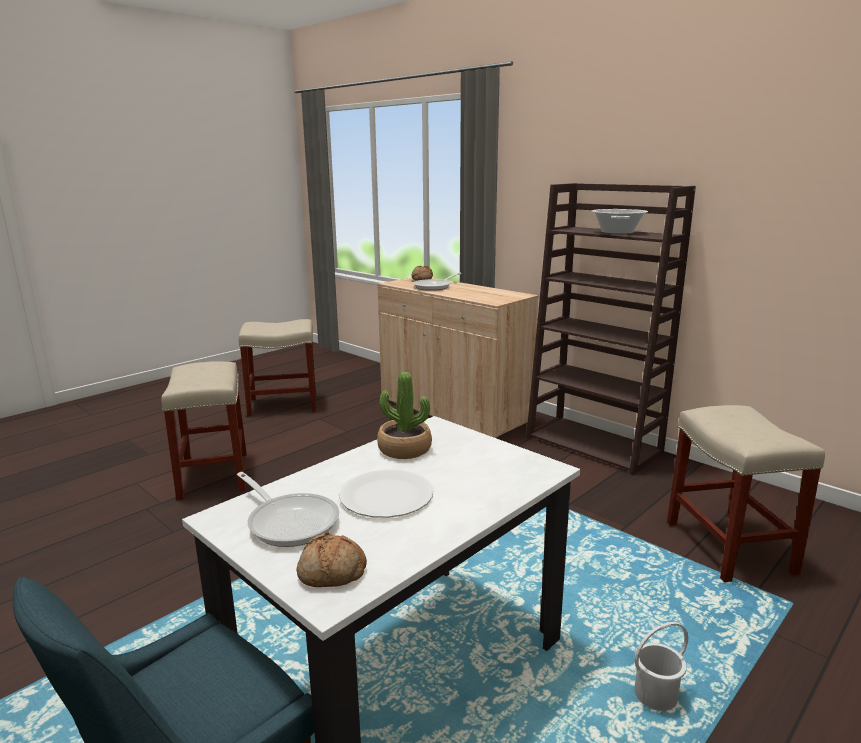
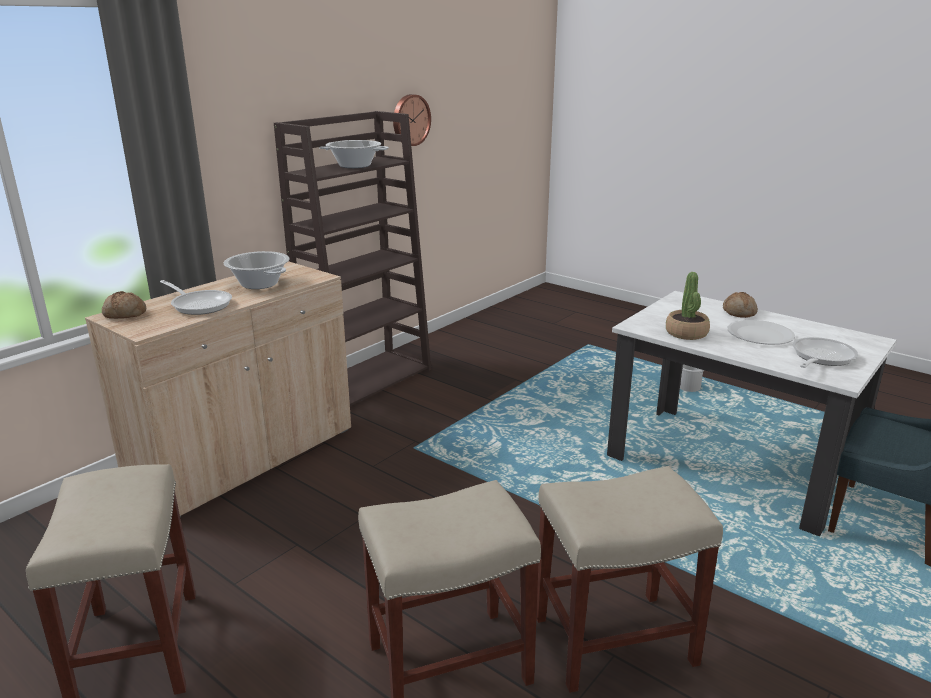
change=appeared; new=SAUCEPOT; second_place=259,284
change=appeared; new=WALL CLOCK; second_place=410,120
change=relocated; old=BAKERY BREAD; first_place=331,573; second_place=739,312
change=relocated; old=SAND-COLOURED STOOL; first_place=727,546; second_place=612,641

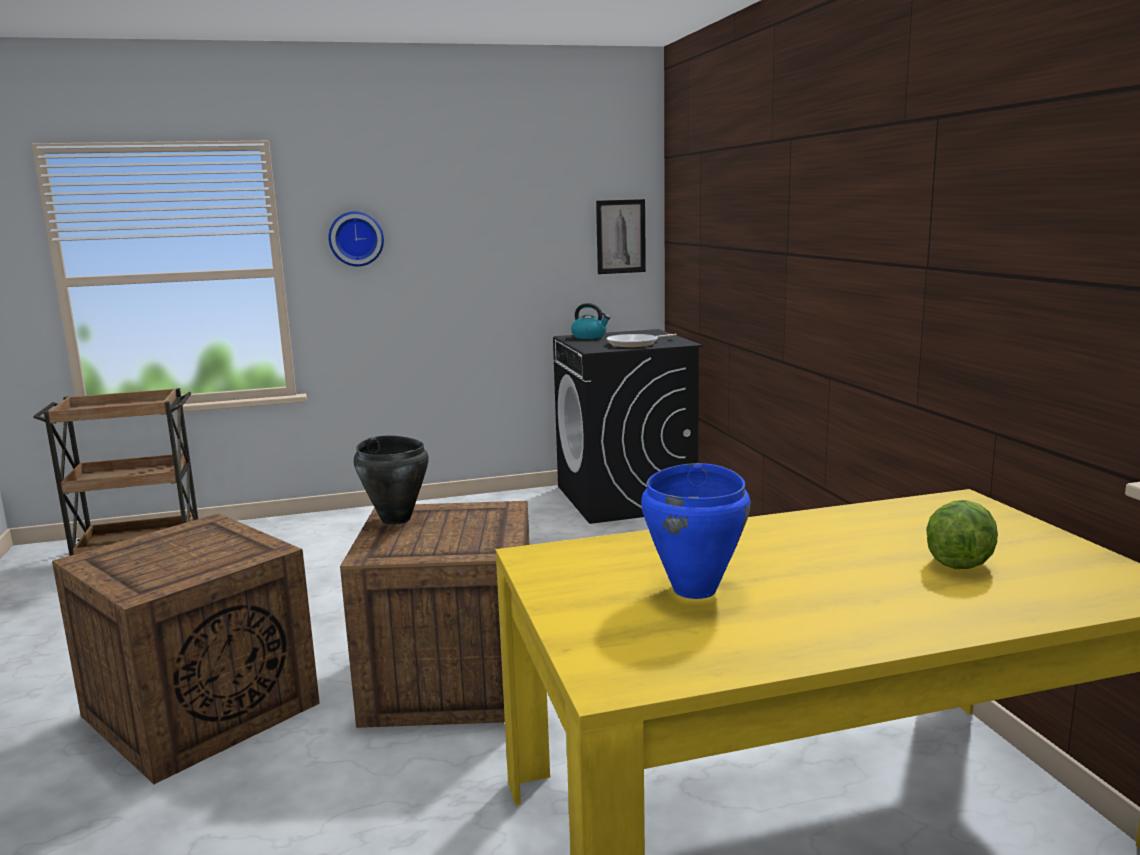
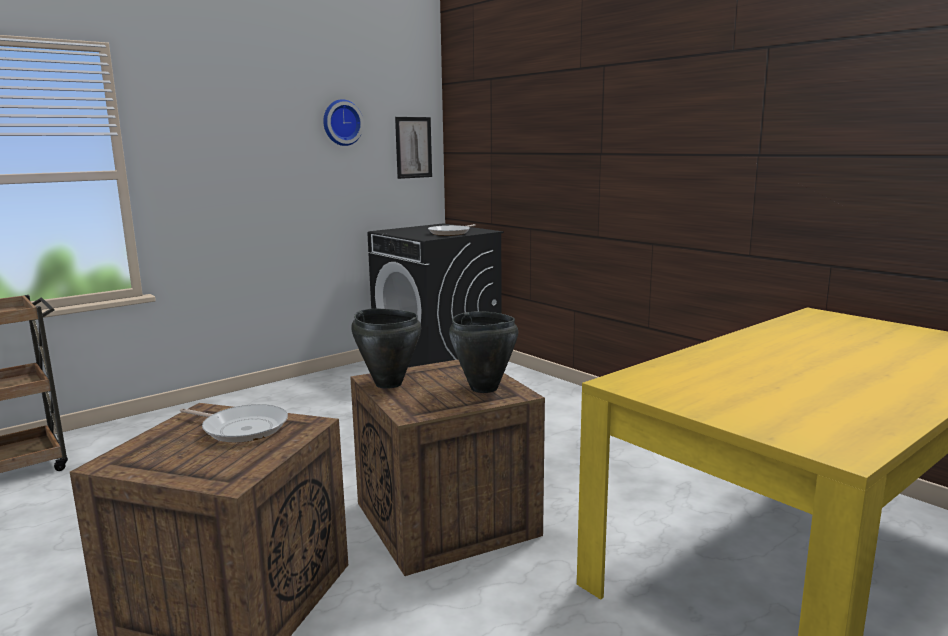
change=missing; old=WATER KETTLE; first_place=589,337
change=missing; old=BLUISH SAUCEPOT; first_place=695,589
change=missing; old=HEAD OF LETTUCE; first_place=959,562
change=appeared; new=SKILLET; second_place=242,428
change=appeared; new=BLACK SAUCEPOT; second_place=484,388
change=relocated; old=WALL CLOCK; first_place=356,238; second_place=341,122

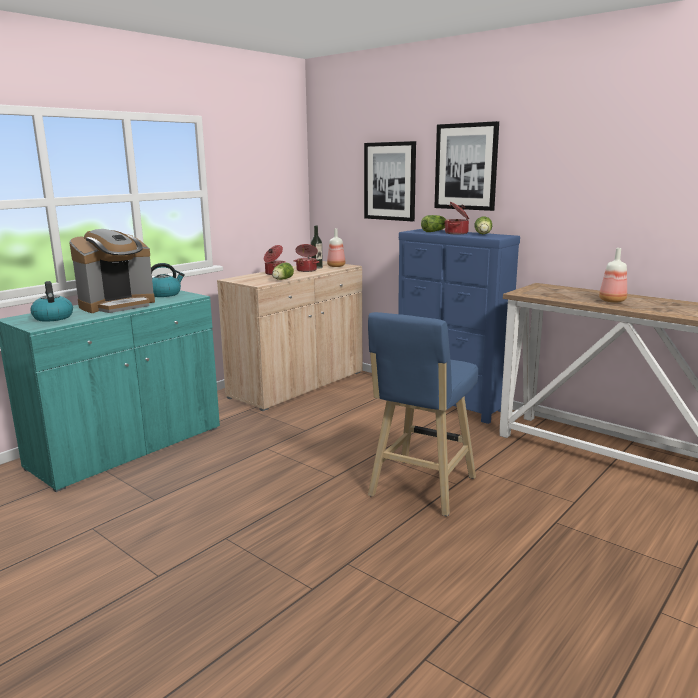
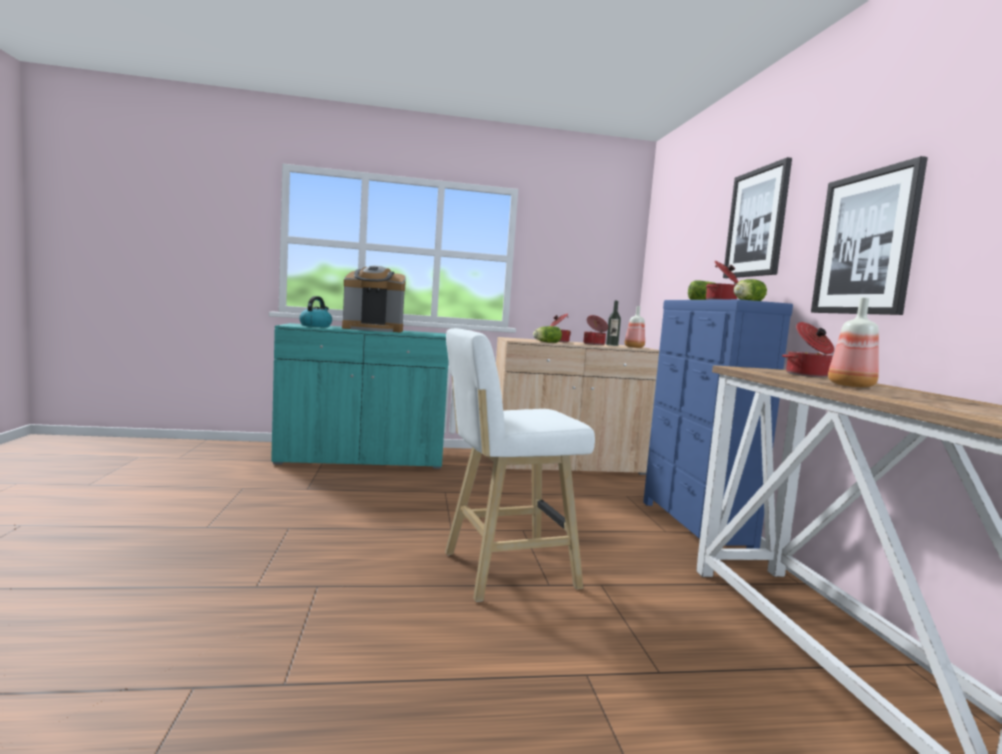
change=missing; old=WATER KETTLE; first_place=165,294
change=appeared; new=SAUCEPOT; second_place=808,375
change=relocated; old=WALL PICTURE; first_place=390,181; second_place=865,243
change=colour; old=BLUISH STOOL; new=WHITISH STOOL; first_place=420,489; second_place=503,571

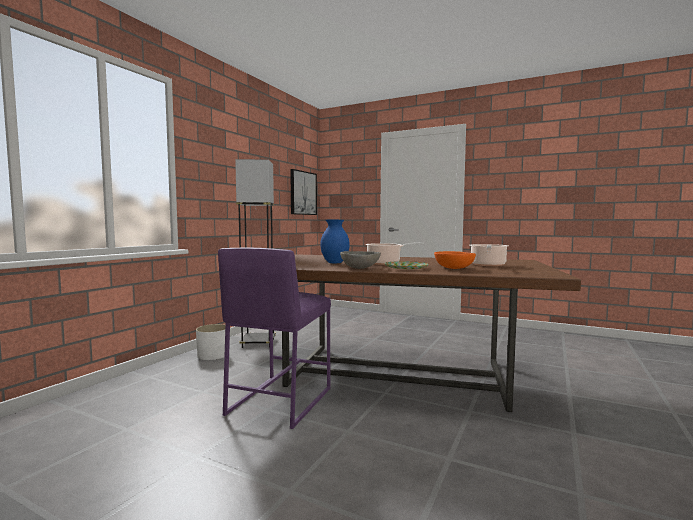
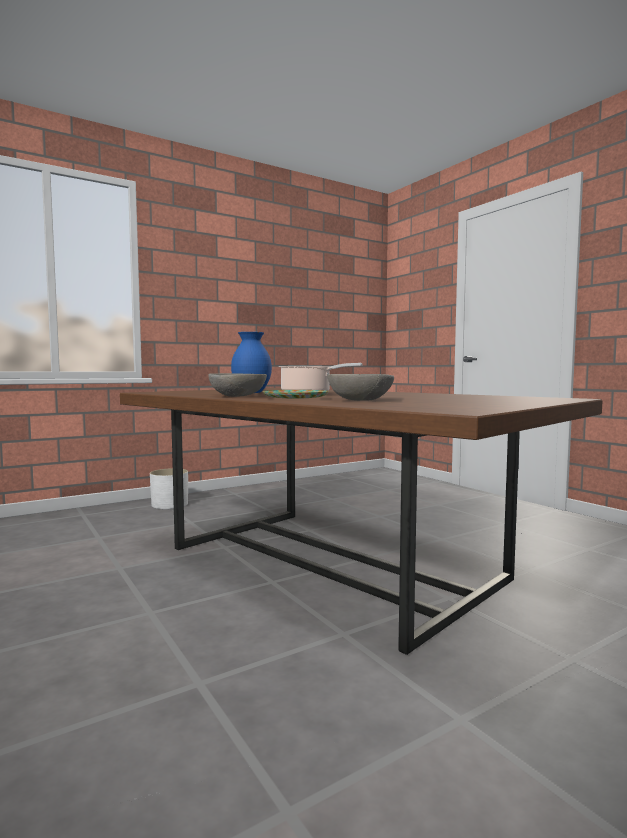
change=missing; old=PURPLE STOOL; first_place=279,401
change=missing; old=GREY FLOOR LAMP; first_place=258,343
change=missing; old=WALL PICTURE; first_place=303,193
change=missing; old=SAUCEPOT; first_place=488,265
change=colour; old=ORANGEY DEEP DISH; new=GREY DEEP DISH; first_place=454,268; second_place=360,400

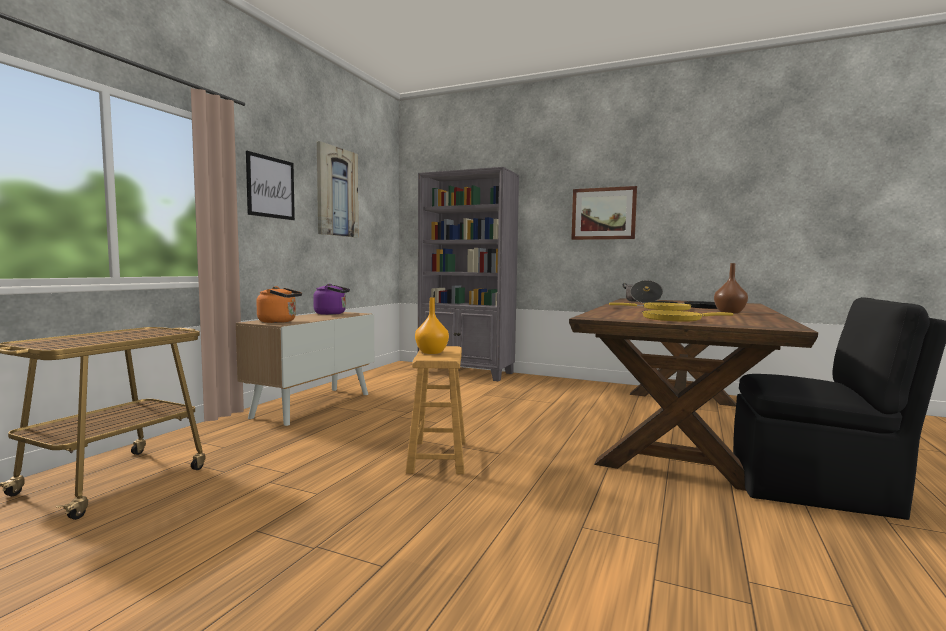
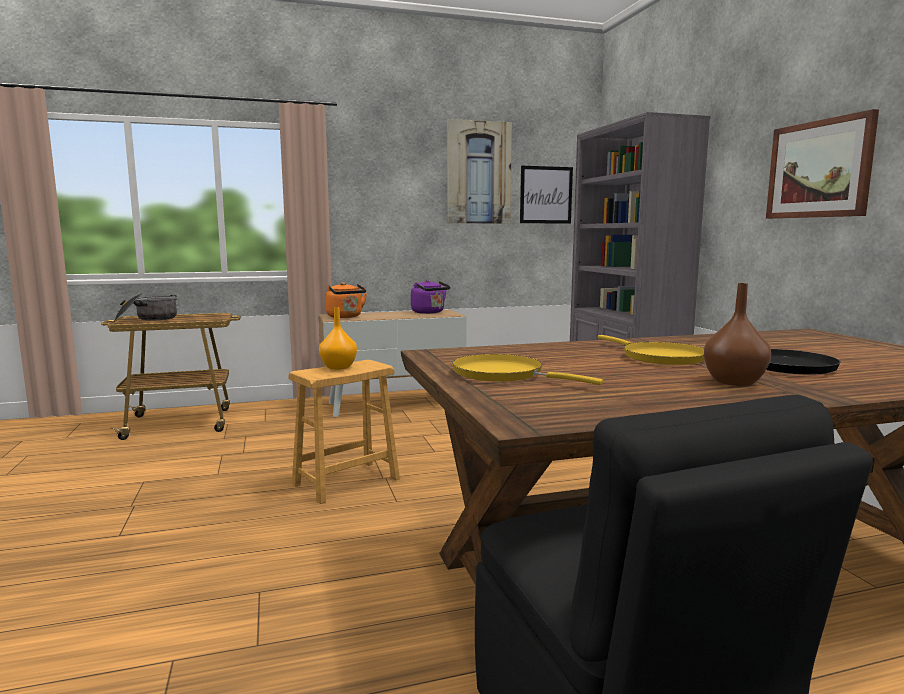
change=relocated; old=WALL PICTURE; first_place=270,187; second_place=546,195
change=relocated; old=SAUCEPOT; first_place=642,301; second_place=147,319

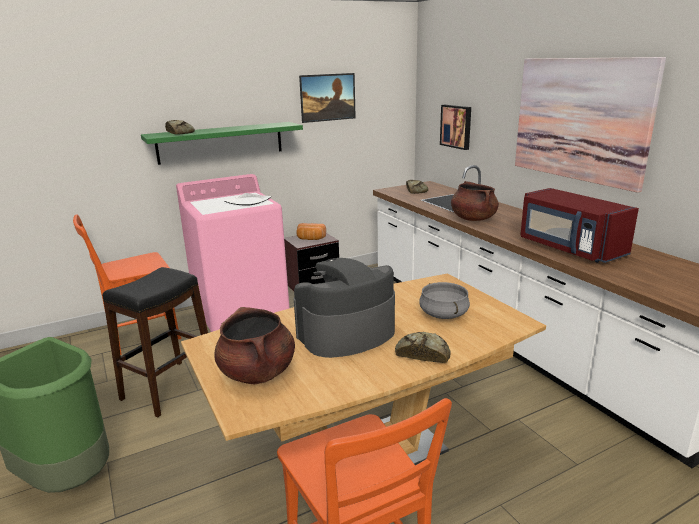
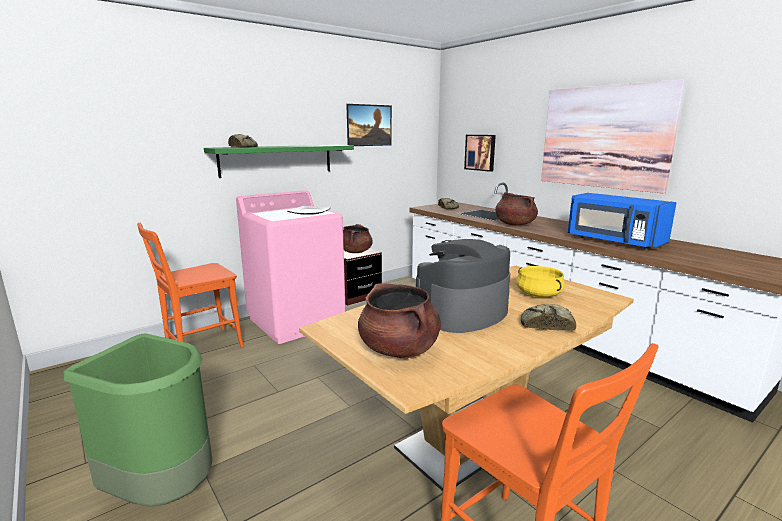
change=missing; old=BLACK STOOL; first_place=169,387
change=exchanged; old=BAKERY BREAD; new=BROWN-COLOURED SAUCEPOT; first_place=310,239; second_place=355,252
change=colour; old=GREY SAUCEPOT; new=YELLOW-COLOURED SAUCEPOT; first_place=443,314; second_place=538,294
change=colour; old=RED-COLOURED MICROWAVE; new=BLUISH MICROWAVE; first_place=569,248; second_place=614,241

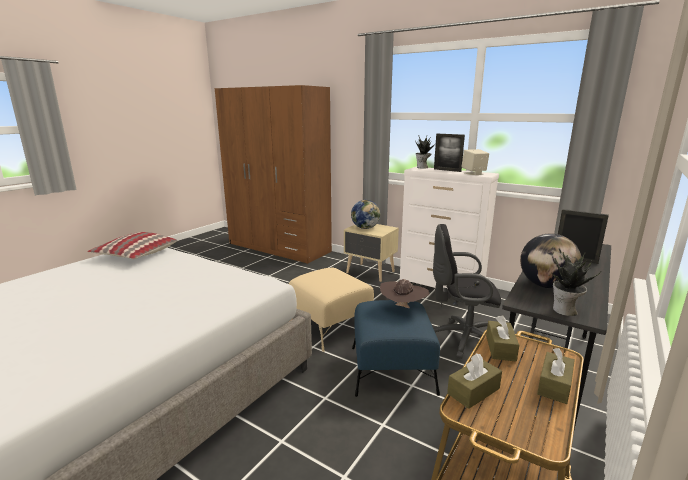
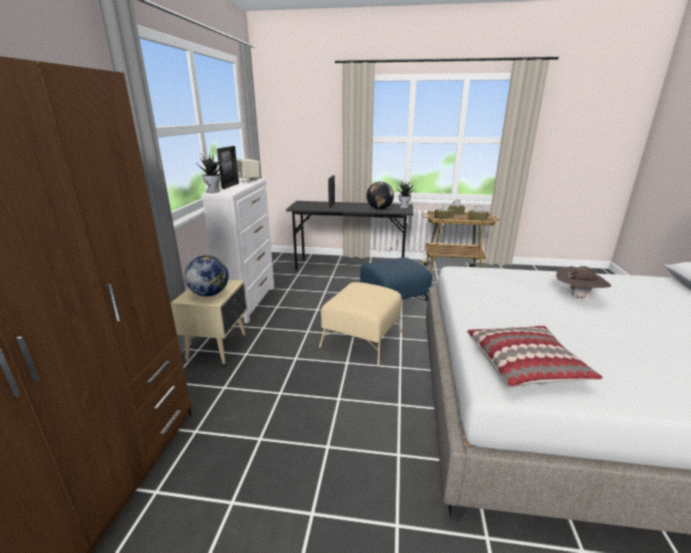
change=missing; old=BLACK OFFICE CHAIR; first_place=462,339
change=relocated; old=BROWN-COLOURED WEARABLE HAT; first_place=403,308; second_place=578,296

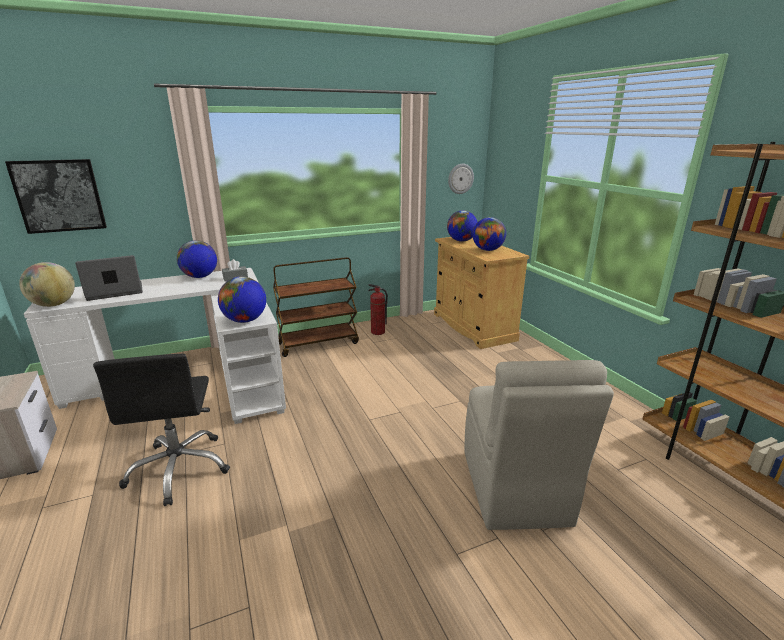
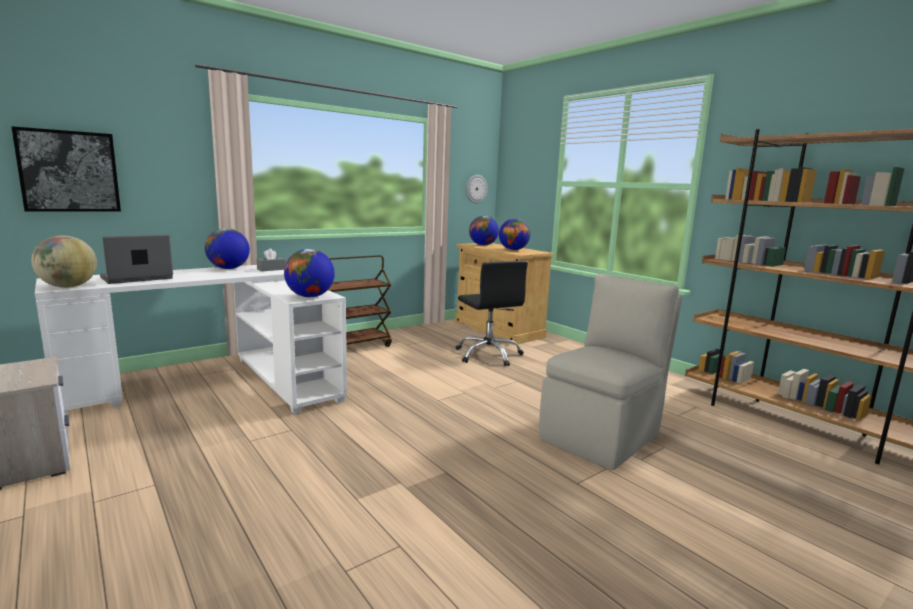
change=missing; old=FIRE EXTINGUISHER; first_place=377,332
change=relocated; old=BLACK OFFICE CHAIR; first_place=179,468; second_place=488,355
change=spun; old=SAND-COLOURED CHAIR; first_place=515,489; second_place=602,435; degrees=-120

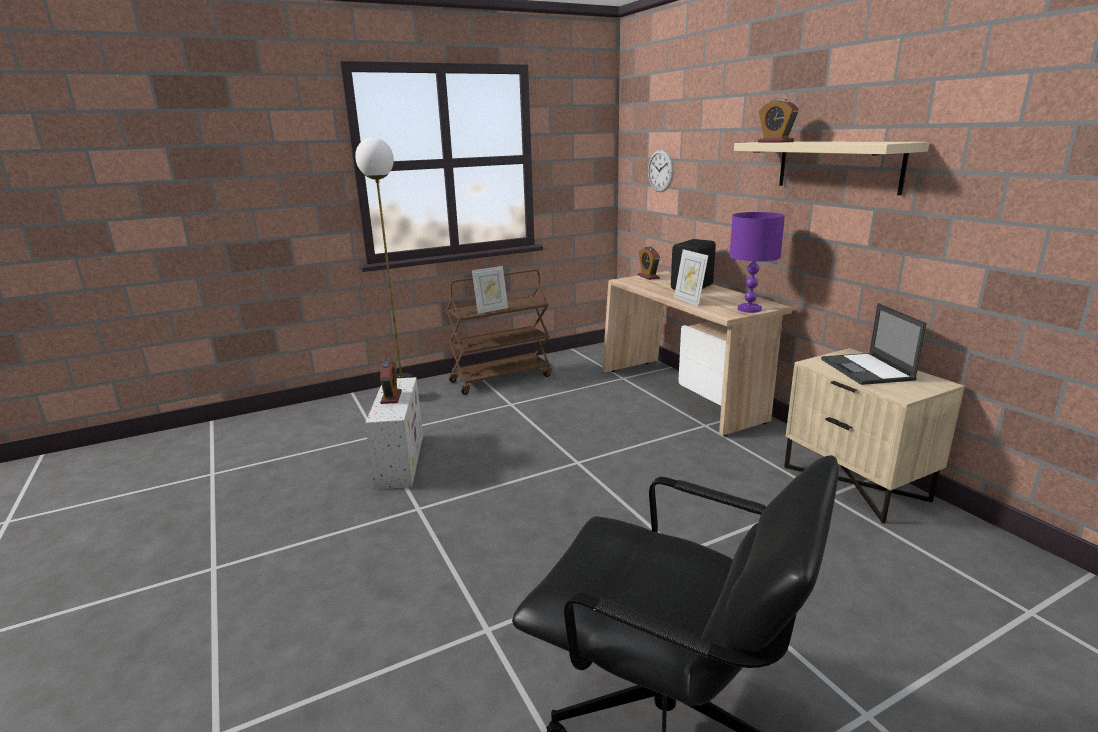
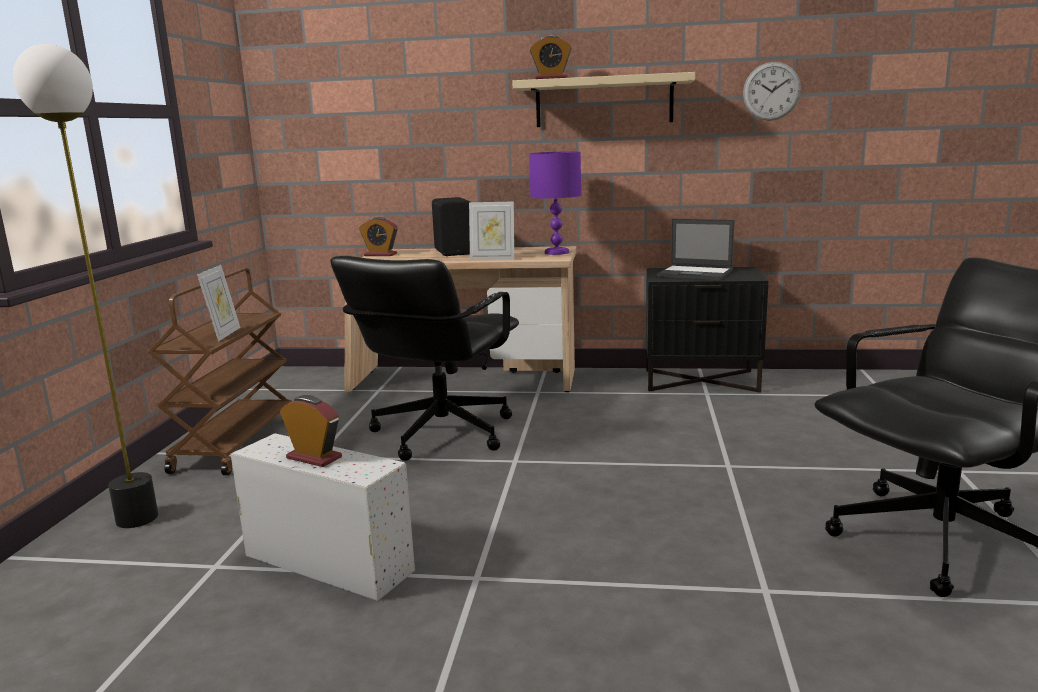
change=appeared; new=BLACK OFFICE CHAIR; second_place=440,433
change=relocated; old=WALL CLOCK; first_place=660,171; second_place=771,91
change=colour; old=SAND-COLOURED NIGHTSTAND; new=BLACK NIGHTSTAND; first_place=856,483; second_place=701,380

